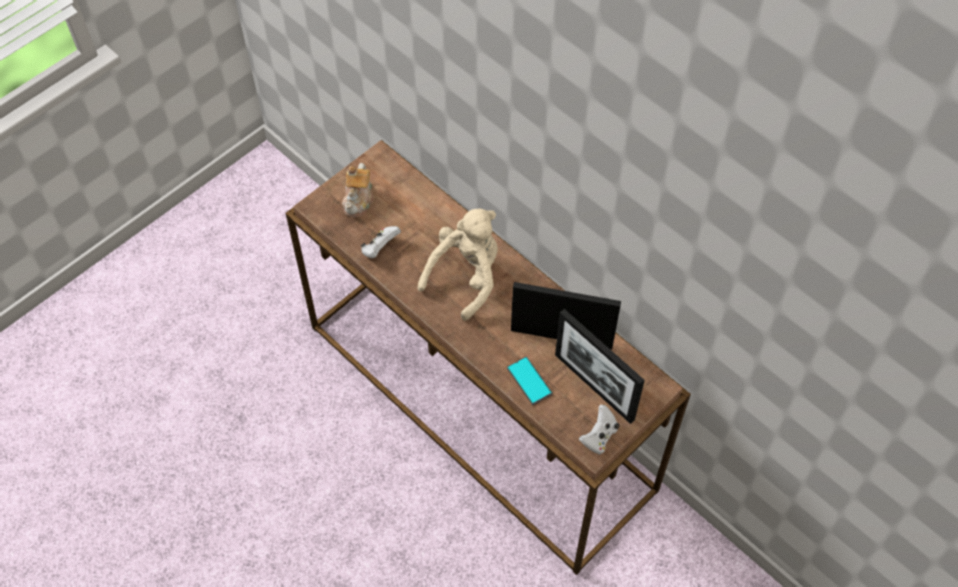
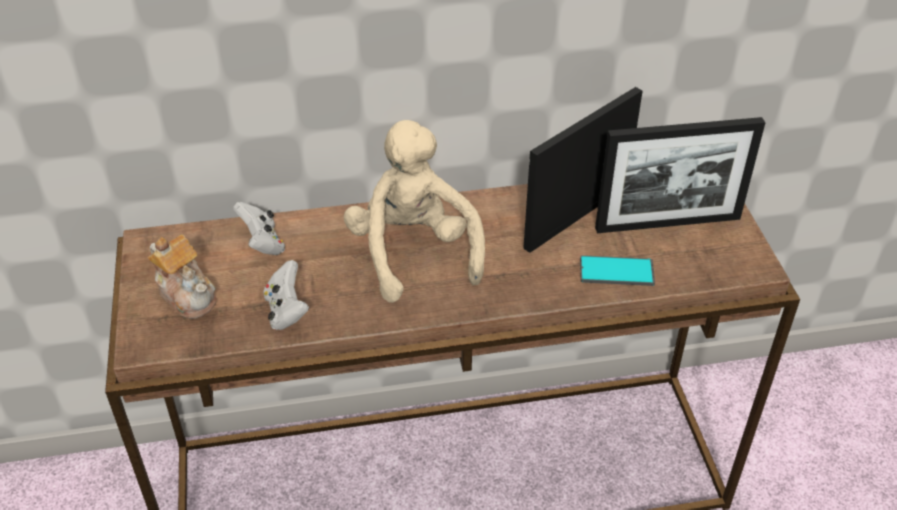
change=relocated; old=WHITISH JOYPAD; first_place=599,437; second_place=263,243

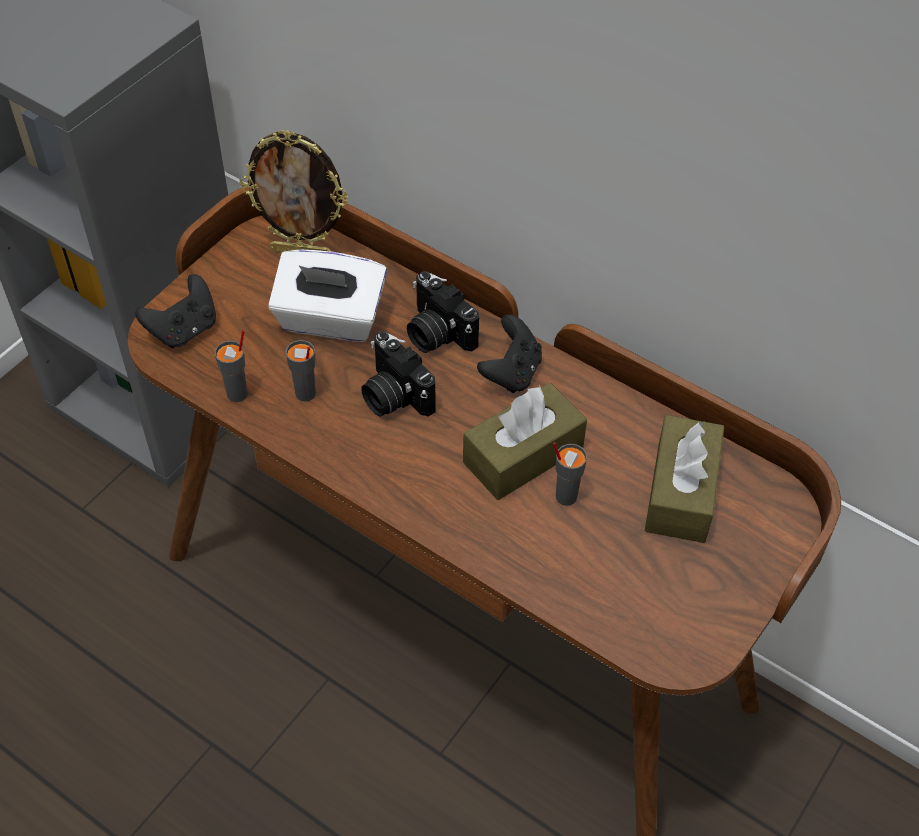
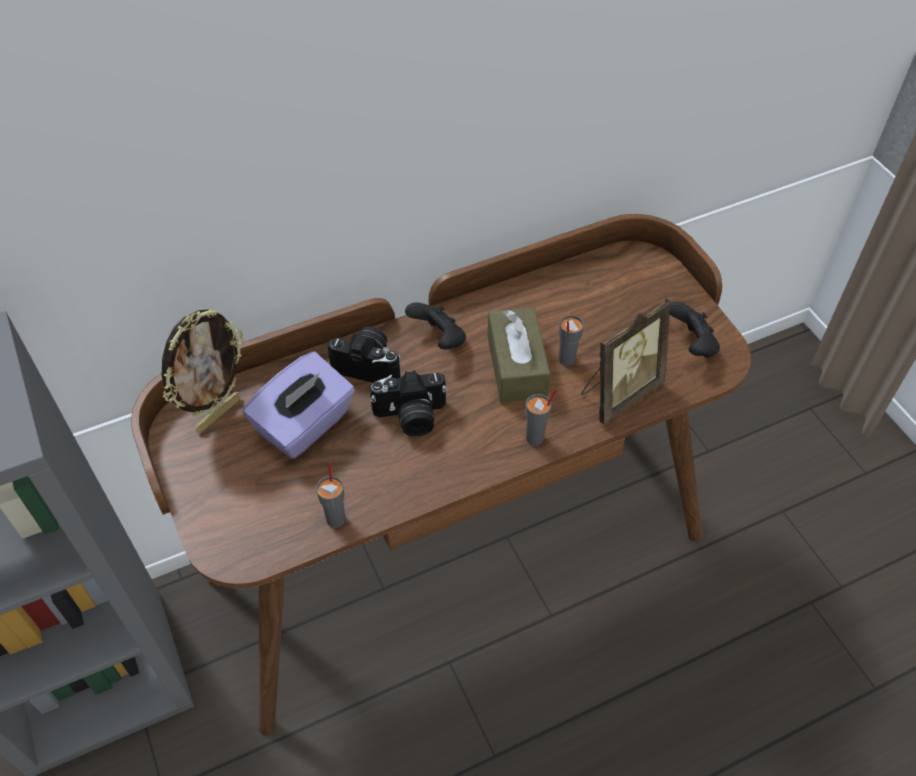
change=missing; old=BROWN-COLOURED TISSUE HOLDER; first_place=681,492
change=appeared; new=PHOTO FRAME; second_place=618,392
change=relocated; old=BLACK JOYPAD; first_place=184,330; second_place=691,345
change=relocated; old=GREY CUP; first_place=305,394; second_place=535,438
change=colour; old=WHITISH TISSUE HOLDER; new=PURPLE TISSUE HOLDER; first_place=330,320; second_place=305,425
change=spun; old=STILL CAMERA; first_place=436,333; second_place=370,365; degrees=-150

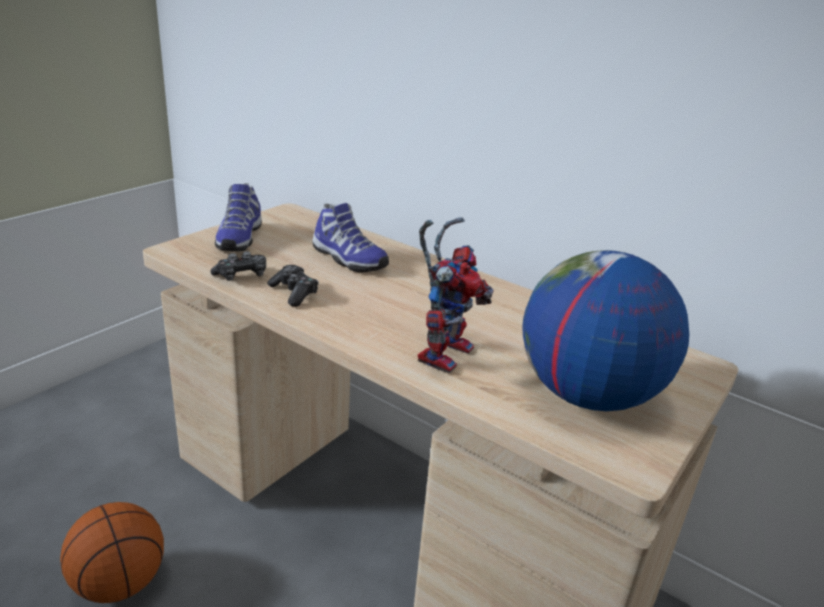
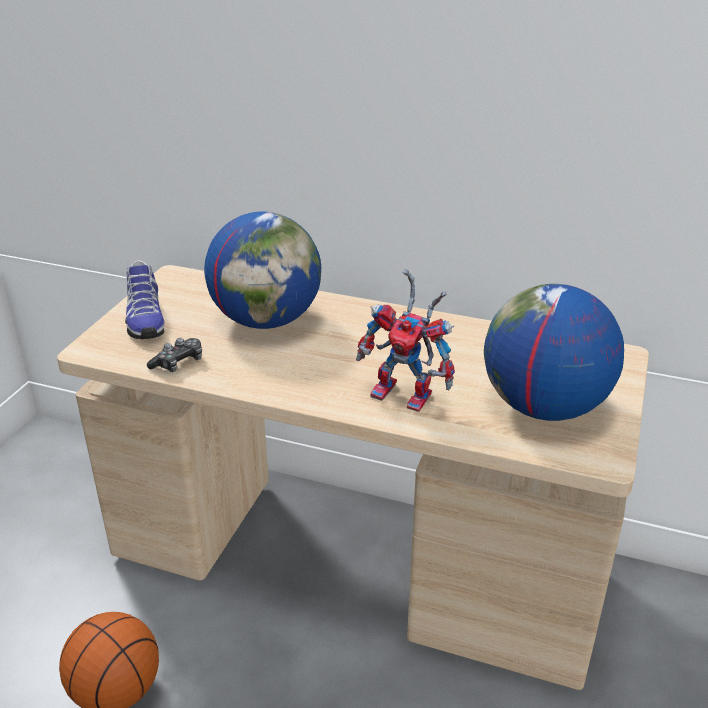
change=missing; old=JOYPAD; first_place=294,293
change=exchanged; old=SHOE; new=WORLD GLOBE; first_place=347,259; second_place=267,320
change=spun; old=ROBOT FIGURE; first_place=443,350; second_place=408,395; degrees=105

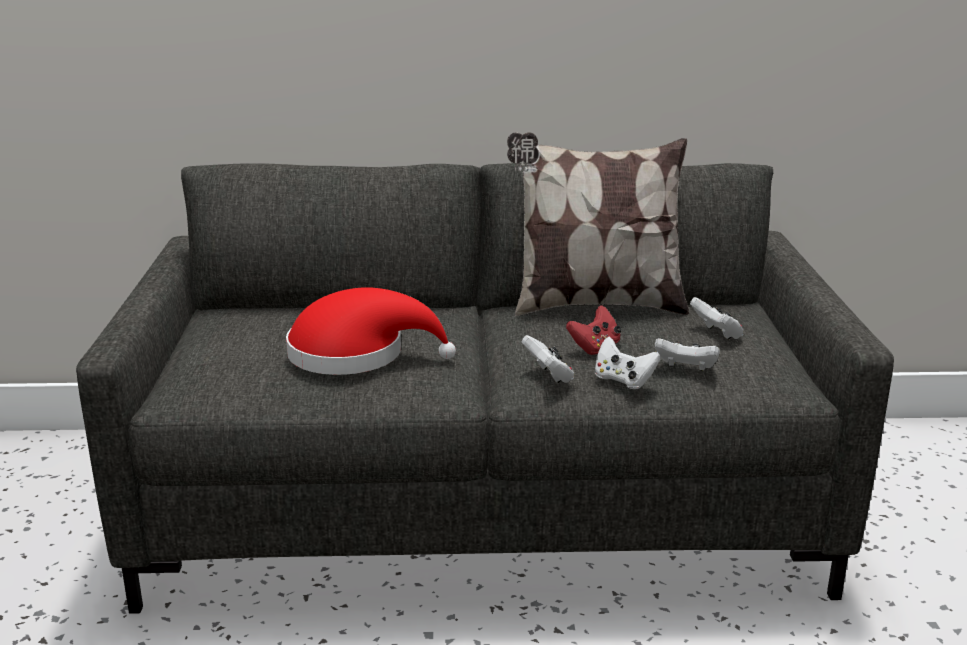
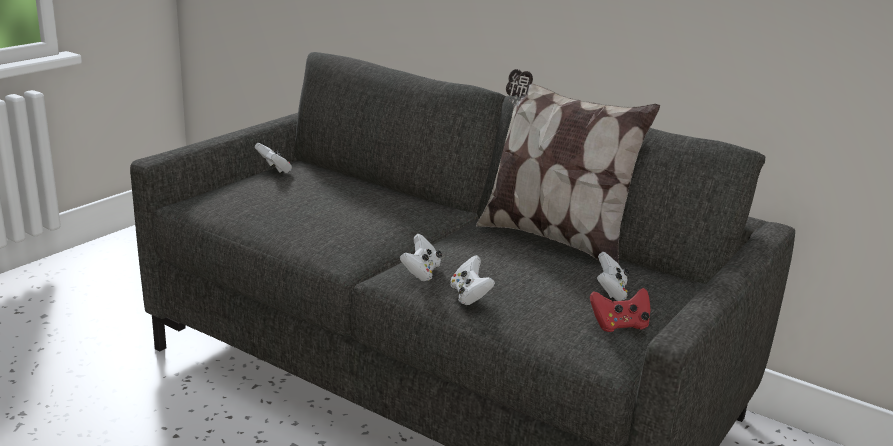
change=missing; old=RED-COLOURED WEARABLE HAT; first_place=356,354
change=relocated; old=RED-COLOURED JOYPAD; first_place=594,347; second_place=619,325
change=relocated; old=WHITISH JOYPAD; first_place=686,369; second_place=274,170

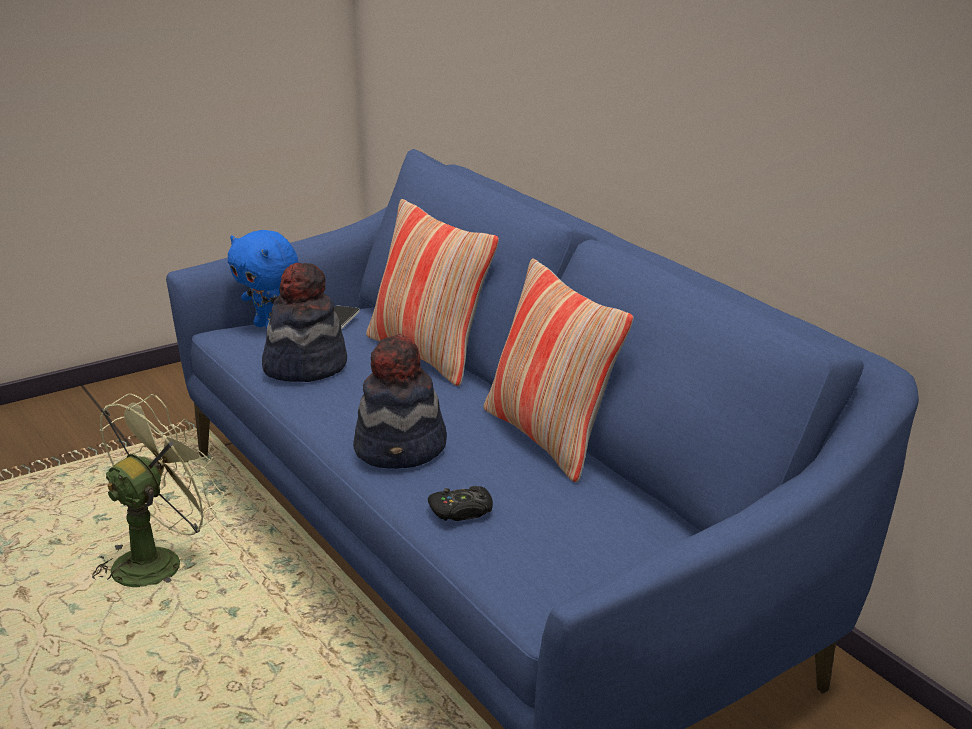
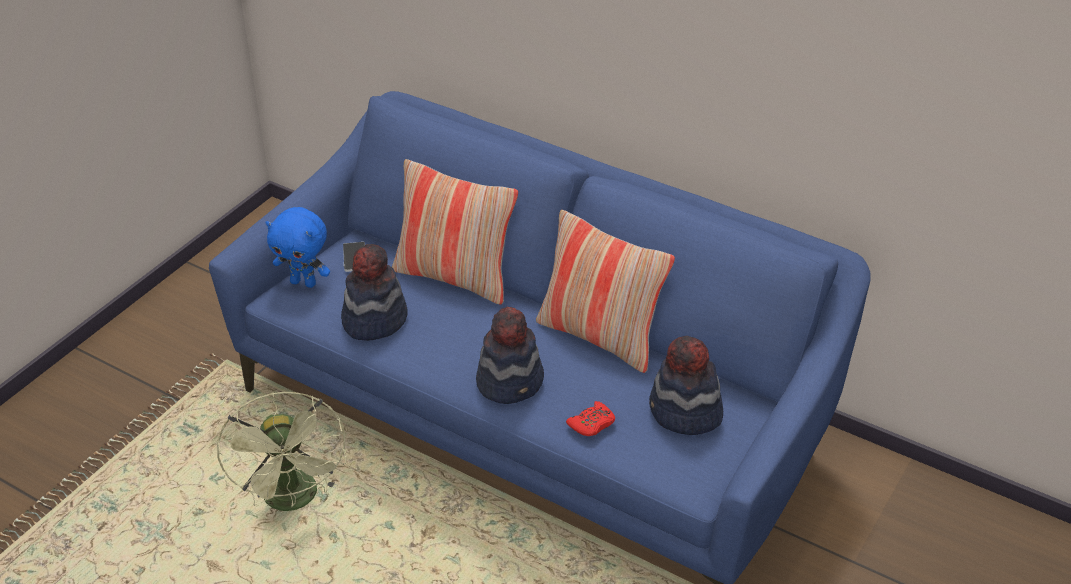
change=appeared; new=WEARABLE HAT; second_place=685,413
change=colour; old=BLACK JOYPAD; new=RED-COLOURED JOYPAD; first_place=462,511; second_place=592,424
change=spun; old=GREEN-COLOURED ELECTRIC FAN; first_place=157,561; second_place=294,501; degrees=150

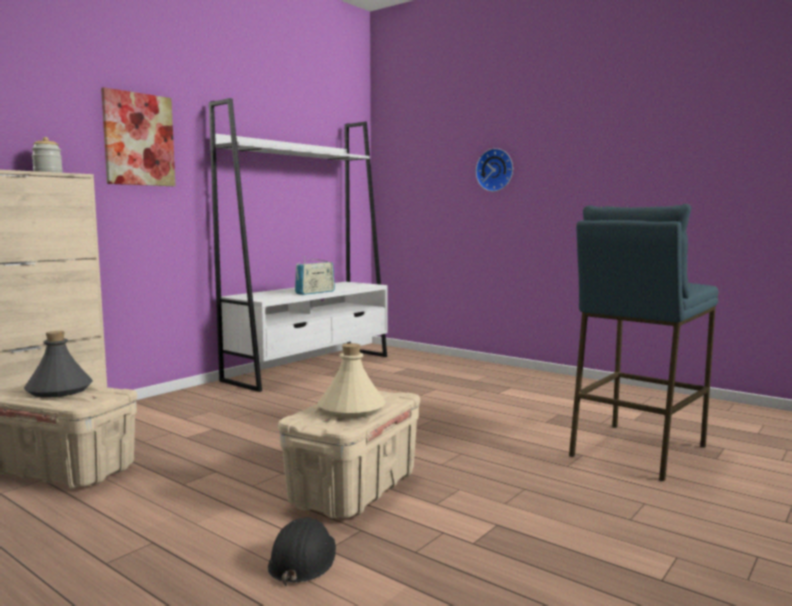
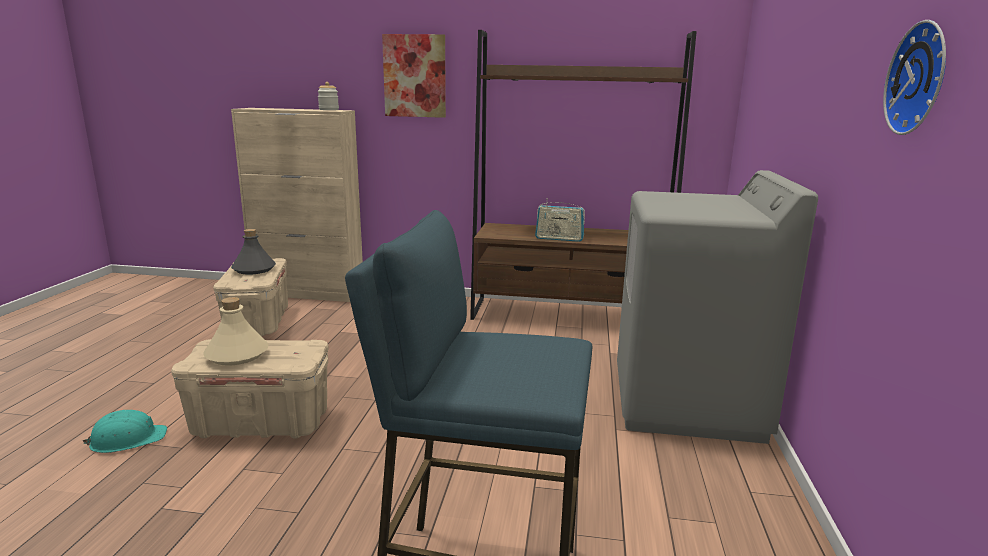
change=appeared; new=GREY LAUNDRY MACHINE; second_place=687,403
change=relocated; old=WALL CLOCK; first_place=495,170; second_place=922,79
change=colour; old=WHITISH BOOKSHELF; new=BROWN-COLOURED BOOKSHELF; first_place=310,368; second_place=568,315
change=colour; old=BLACK SAFETY HELMET; new=BLUE-GREEN SAFETY HELMET; first_place=303,560; second_place=127,439

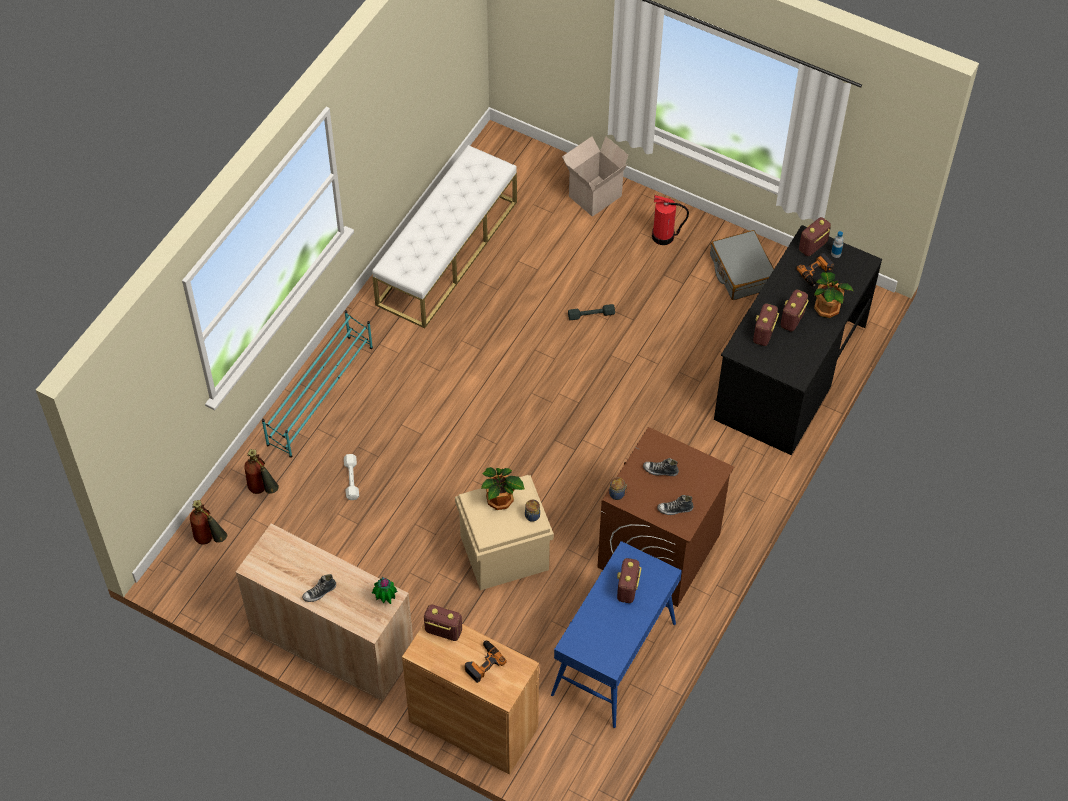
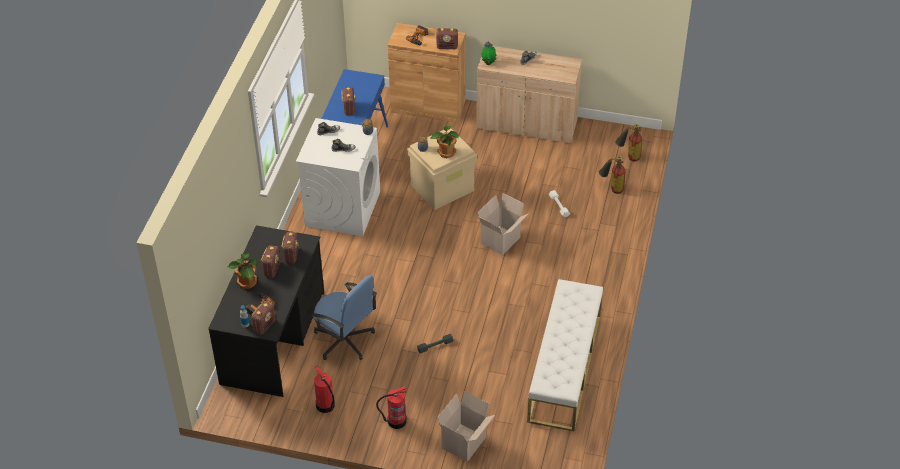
change=missing; old=BLUE-GREEN SHOE RACK; first_place=321,395
change=appeared; new=BLUISH OFFICE CHAIR; second_place=345,341
change=appeared; new=CARDBOARD BOX; second_place=501,241
change=exchanged; old=GREY TRAVEL CASE; new=FIRE EXTINGUISHER; first_place=741,272; second_place=325,406
change=colour; old=BROWN-COLOURED LAUNDRY MACHINE; new=WHITISH LAUNDRY MACHINE; first_place=659,551; second_place=342,208

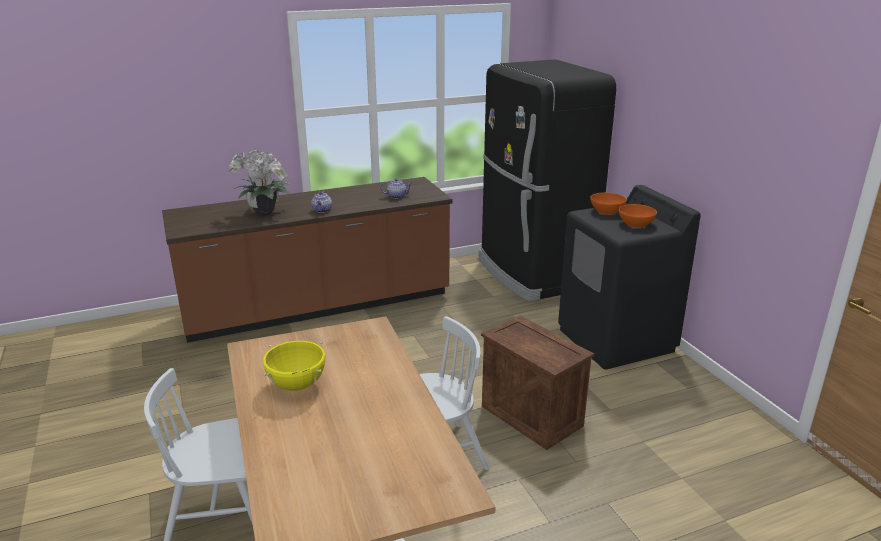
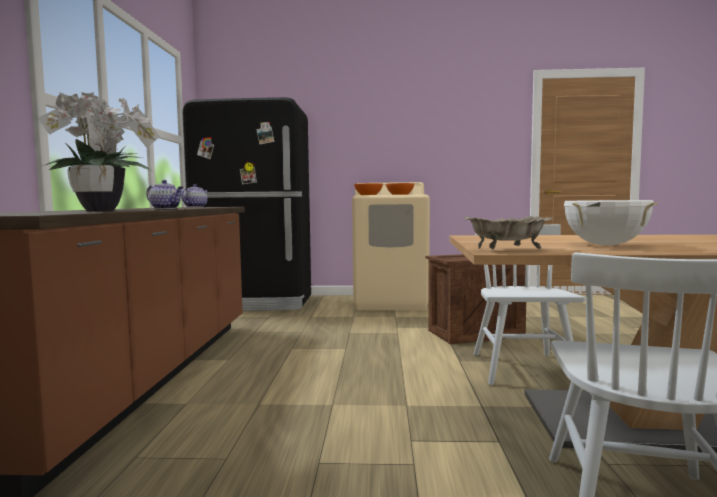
change=appeared; new=SAND-COLOURED DEEP DISH; second_place=506,250
change=colour; old=YELLOW-COLOURED SAUCEPOT; new=WHITISH SAUCEPOT; first_place=297,385; second_place=605,245
change=colour; old=BLACK LAUNDRY MACHINE; new=SAND-COLOURED LAUNDRY MACHINE; first_place=616,340; second_place=391,302

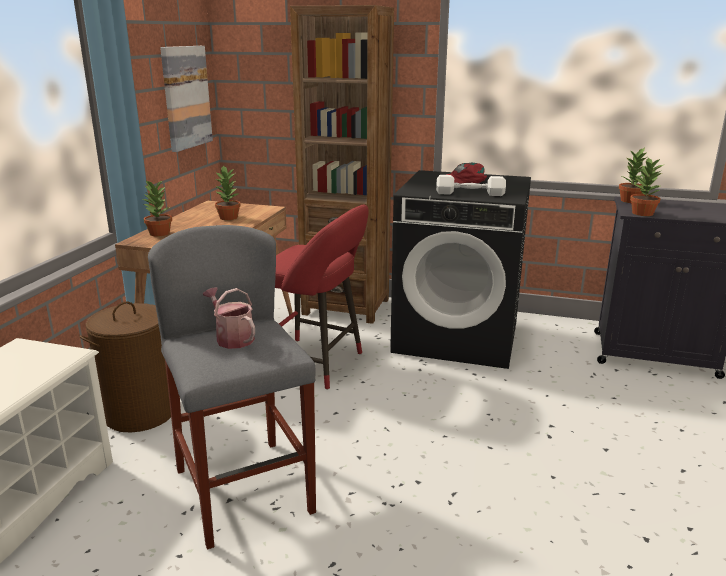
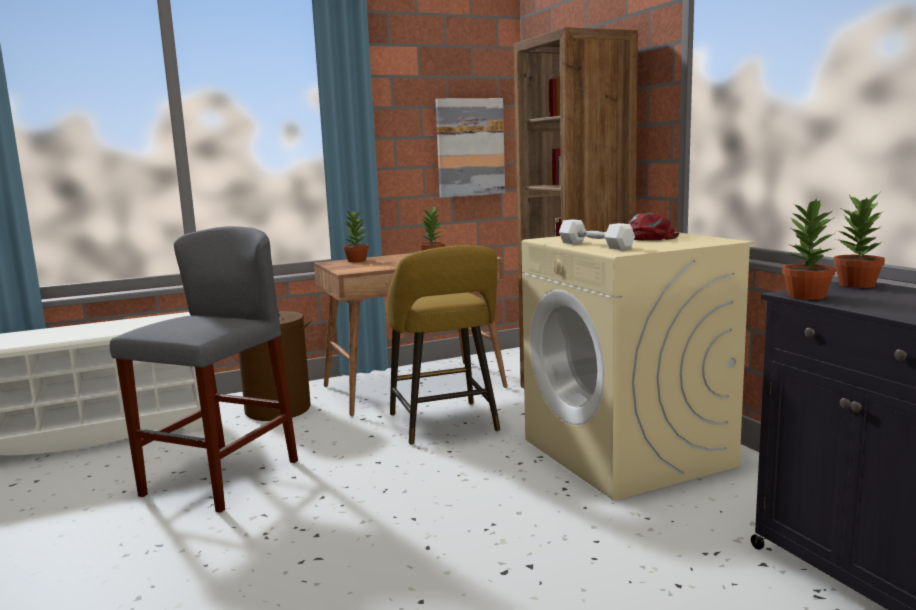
change=missing; old=WATERING POT; first_place=232,338
change=colour; old=RED-COLOURED STOOL; new=YELLOW-COLOURED STOOL; first_place=317,364; second_place=445,425
change=colour; old=BLACK LAUNDRY MACHINE; new=SAND-COLOURED LAUNDRY MACHINE; first_place=457,337; second_place=628,453

